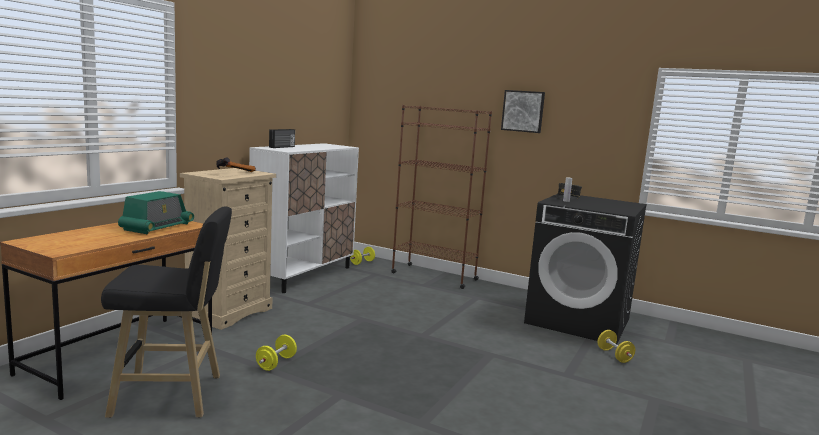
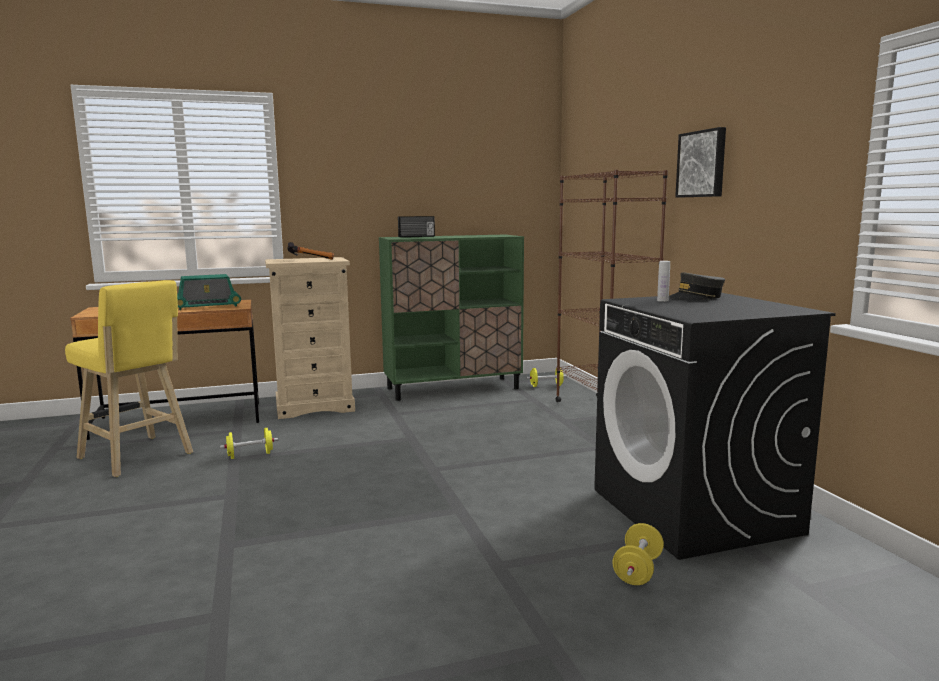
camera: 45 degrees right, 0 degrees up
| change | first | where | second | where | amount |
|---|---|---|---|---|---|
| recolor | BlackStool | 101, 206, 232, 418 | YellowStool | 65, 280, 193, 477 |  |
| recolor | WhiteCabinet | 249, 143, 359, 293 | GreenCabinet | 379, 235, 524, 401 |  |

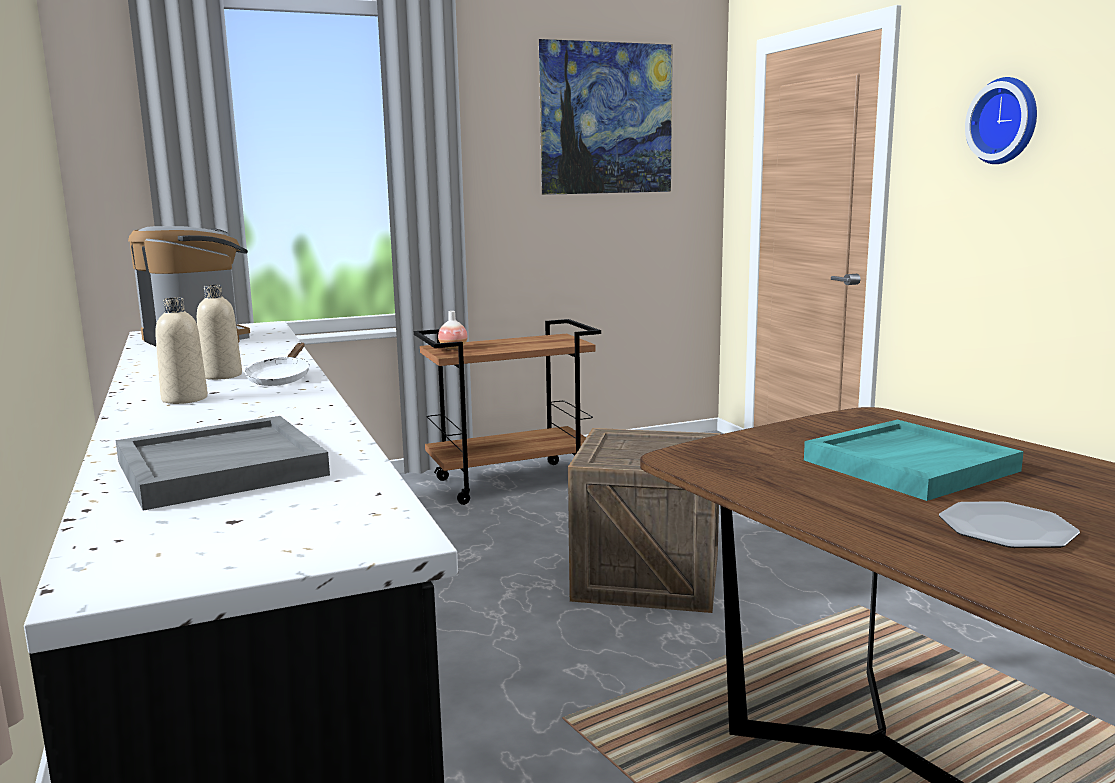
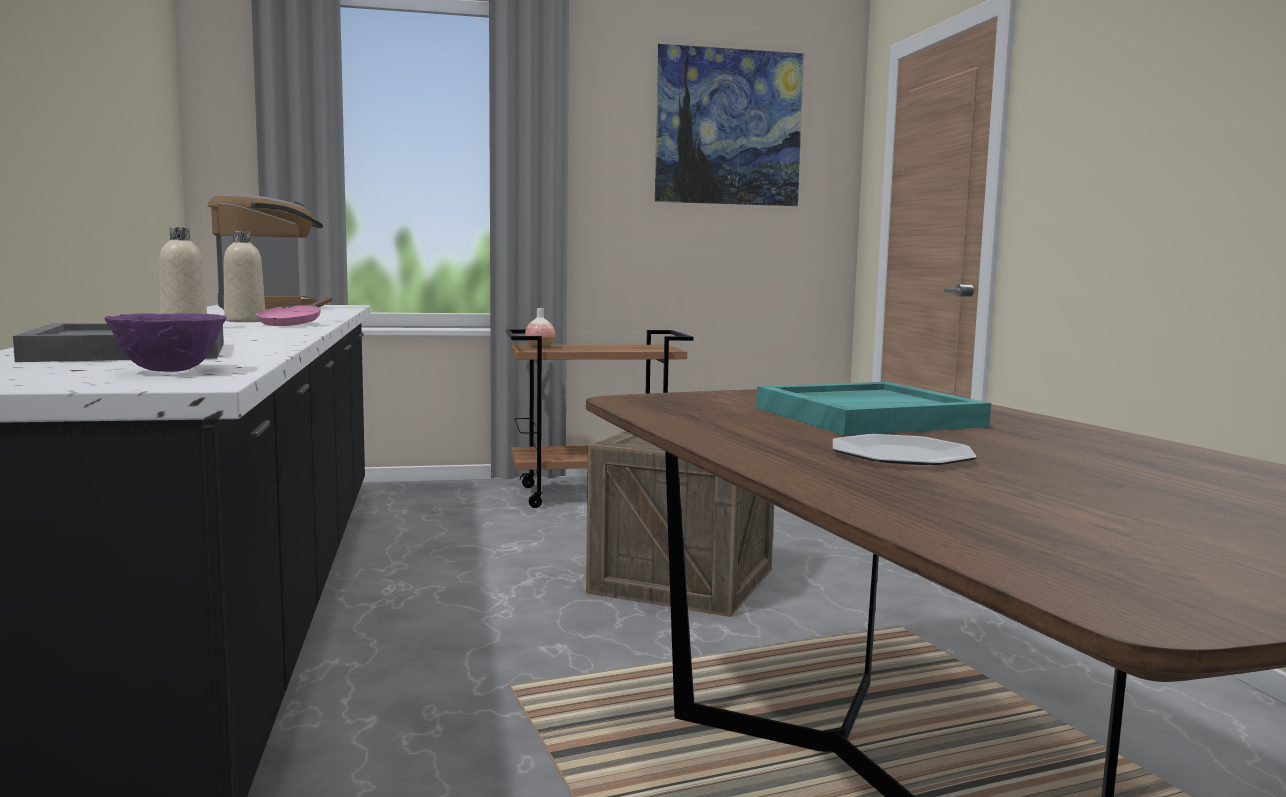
camera: 10 degrees right, 5 degrees down
| change | first | where | second | where | amount |
|---|---|---|---|---|---|
| insert |  |  | PurpleBowl | 104, 313, 227, 372 |  |
| recolor | WhiteFryingPan | 245, 343, 309, 386 | PinkFryingPan | 256, 297, 332, 326 |  |
| delete | WallClock | 965, 77, 1037, 164 |  |  |  |

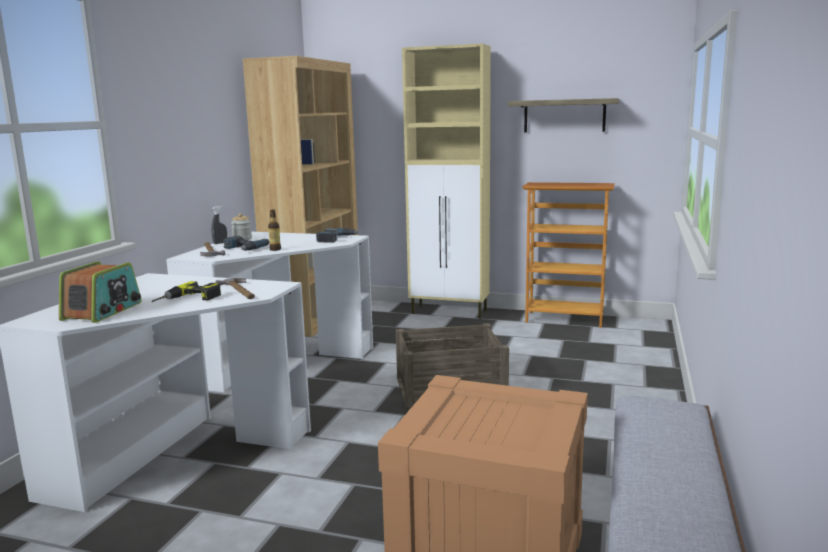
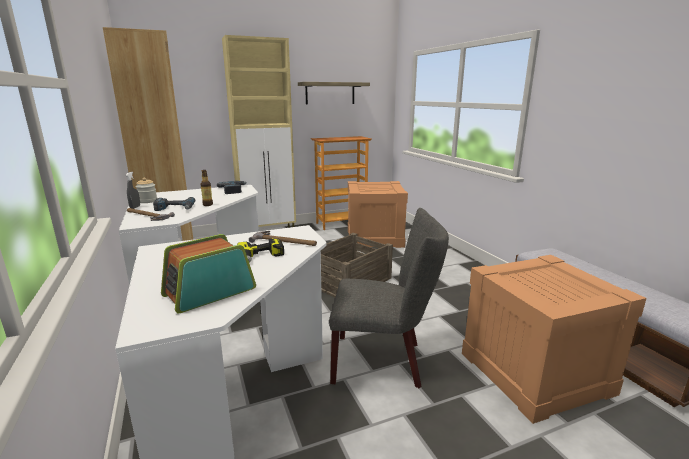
camera: 40 degrees left, 5 degrees up
| change | first | where | second | where | amount |
|---|---|---|---|---|---|
| rotate | Radio | 59, 261, 142, 323 |  | 161, 234, 256, 313 | 105 degrees counterclockwise |
| insert |  |  | GreyChair | 329, 208, 449, 388 |  |
| insert |  |  | Crate | 348, 181, 408, 248 |  |

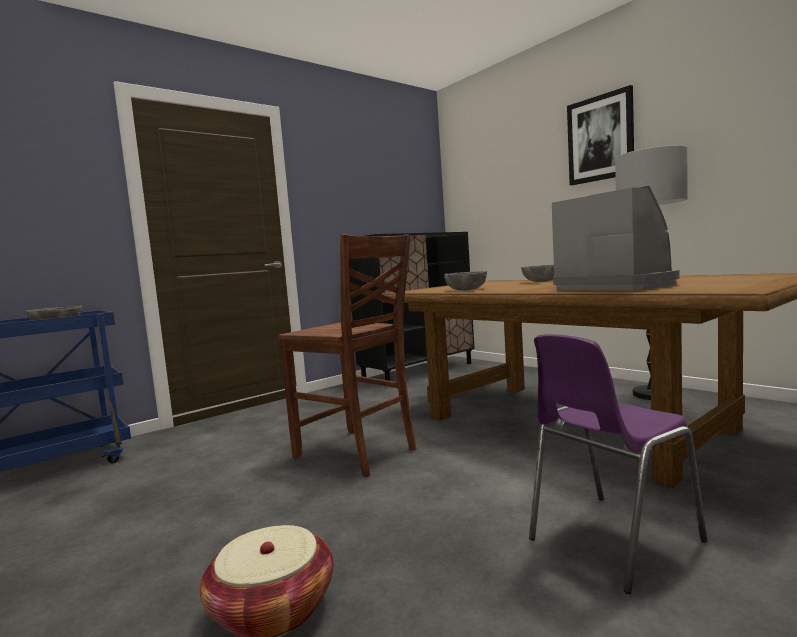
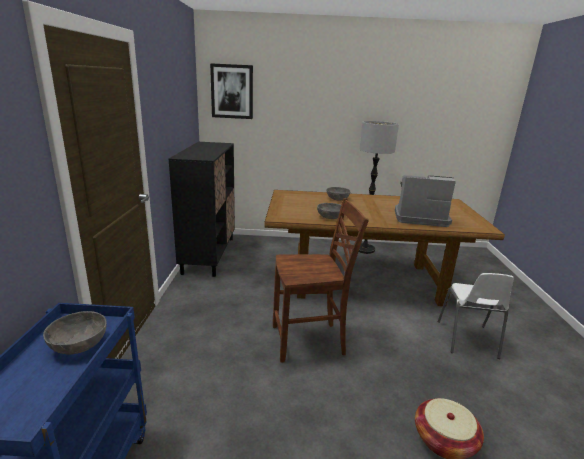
camera: 50 degrees left, 15 degrees up
| change | first | where | second | where | amount |
|---|---|---|---|---|---|
| move | Picture | 567, 85, 634, 185 |  | 210, 63, 253, 119 |  |
| recolor | PurpleChair | 529, 334, 708, 594 | WhiteChair | 438, 273, 514, 359 |  |

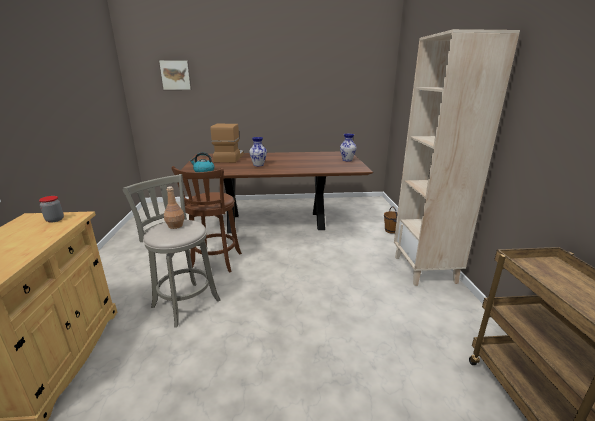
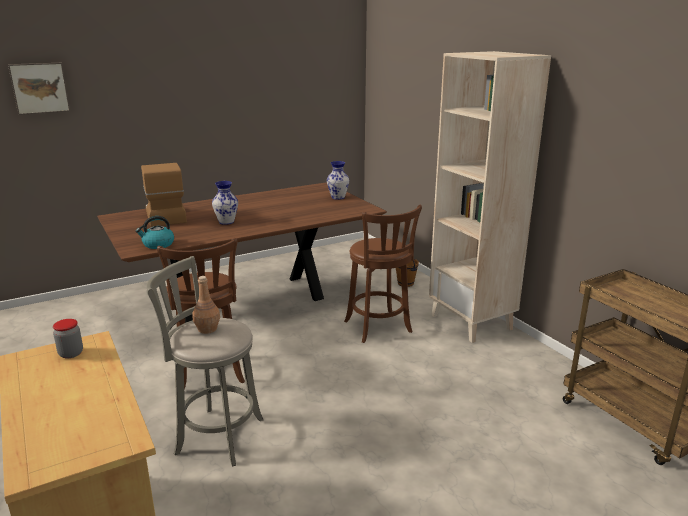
camera: 25 degrees left, 0 degrees up
| change | first | where | second | where | amount |
|---|---|---|---|---|---|
| insert |  |  | BrownStool | 344, 205, 422, 343 |  |

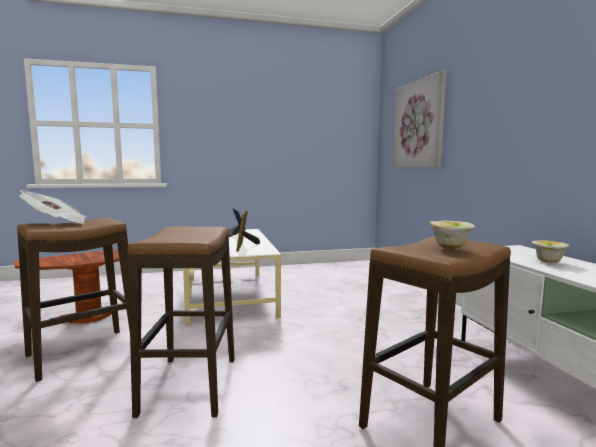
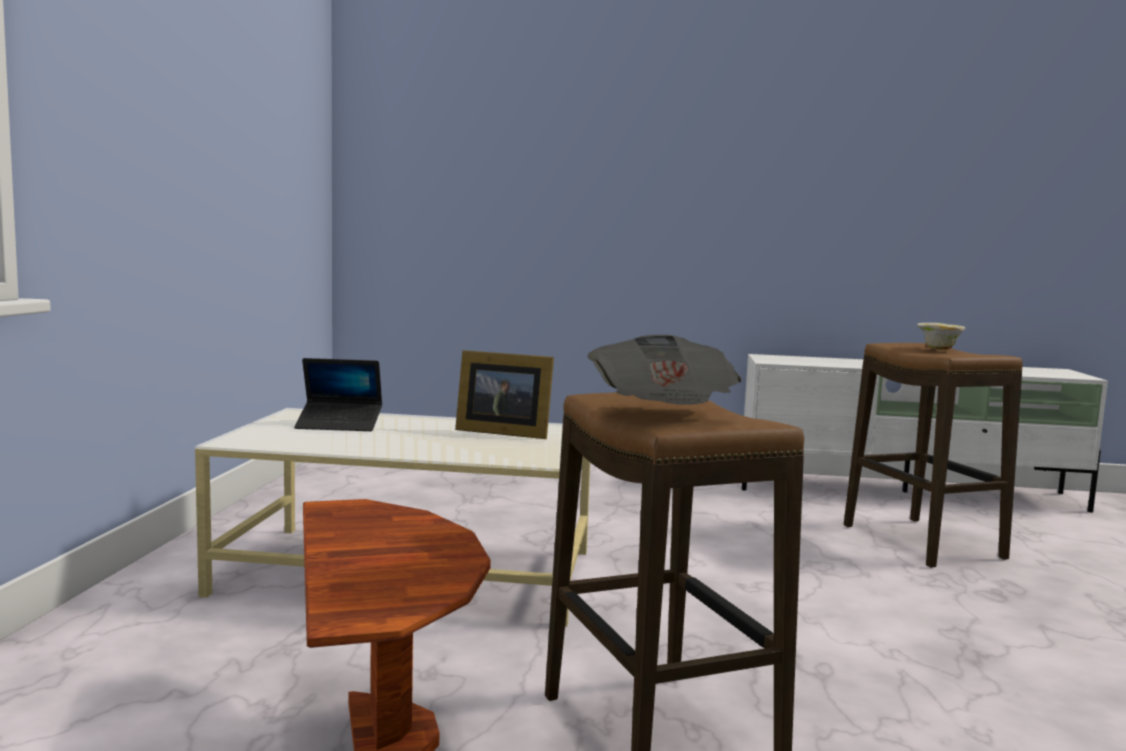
camera: 70 degrees left, 0 degrees up
| change | first | where | second | where | amount |
|---|---|---|---|---|---|
| delete | Stool | 127, 226, 235, 418 |  |  |  |
| delete | Picture | 393, 70, 447, 167 |  |  |  |
| delete | Bowl | 531, 240, 570, 263 |  |  |  |

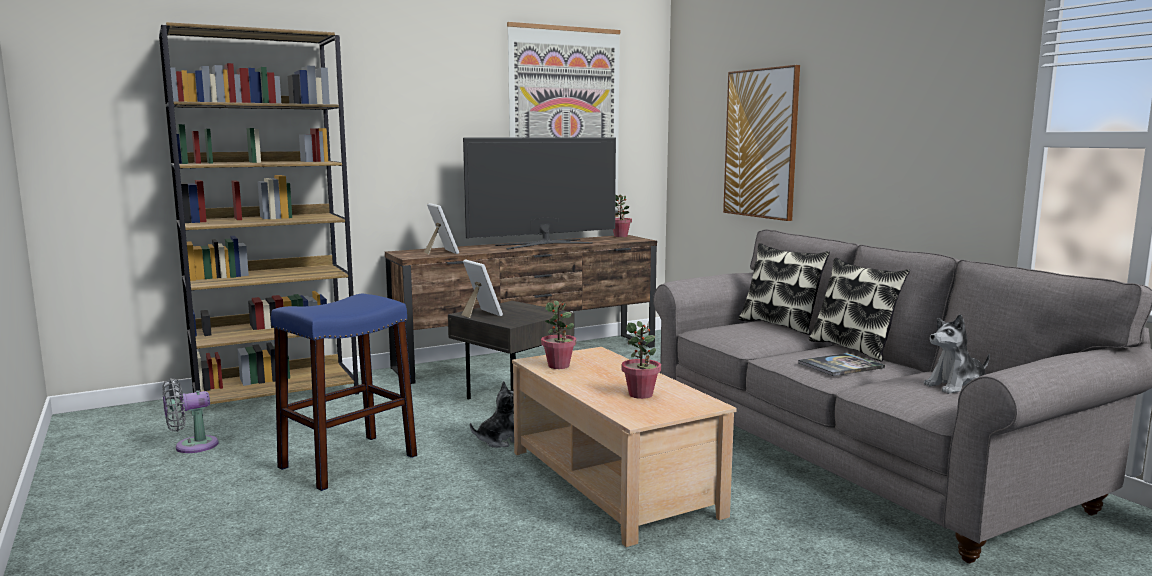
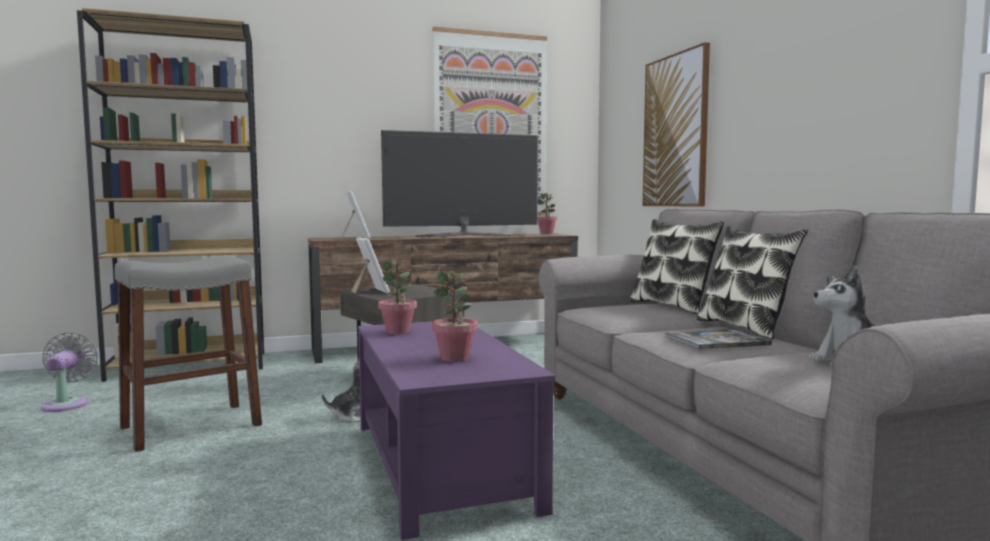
camera: 10 degrees right, 5 degrees down
| change | first | where | second | where | amount |
|---|---|---|---|---|---|
| rotate | GreyFan | 162, 379, 219, 453 |  | 41, 332, 98, 412 | 105 degrees clockwise |
| recolor | BlueStool | 271, 294, 417, 491 | GreyStool | 114, 256, 262, 452 |  |
| recolor | BeigeCoffeeTable | 512, 347, 737, 547 | PurpleCoffeeTable | 358, 322, 555, 540 |  |

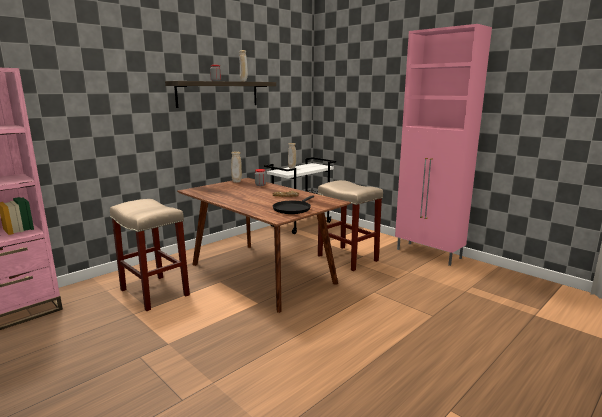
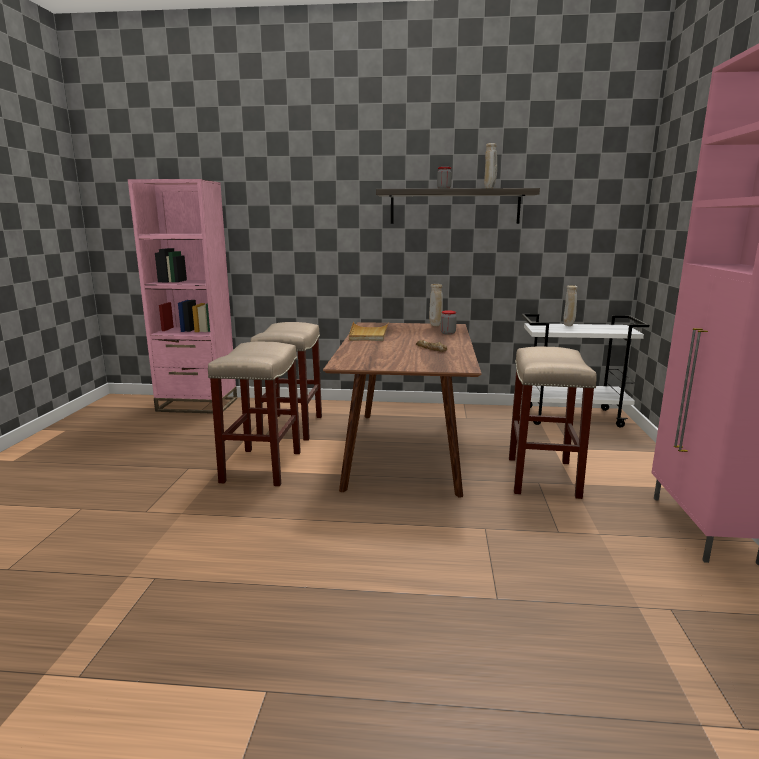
camera: 50 degrees right, 0 degrees up
| change | first | where | second | where | amount |
|---|---|---|---|---|---|
| insert |  |  | BeigeStool | 208, 341, 301, 486 |  |
| insert |  |  | BeigeTray | 349, 321, 389, 341 |  |
| delete | BlackFryingPan | 273, 195, 314, 214 |  |  |  |

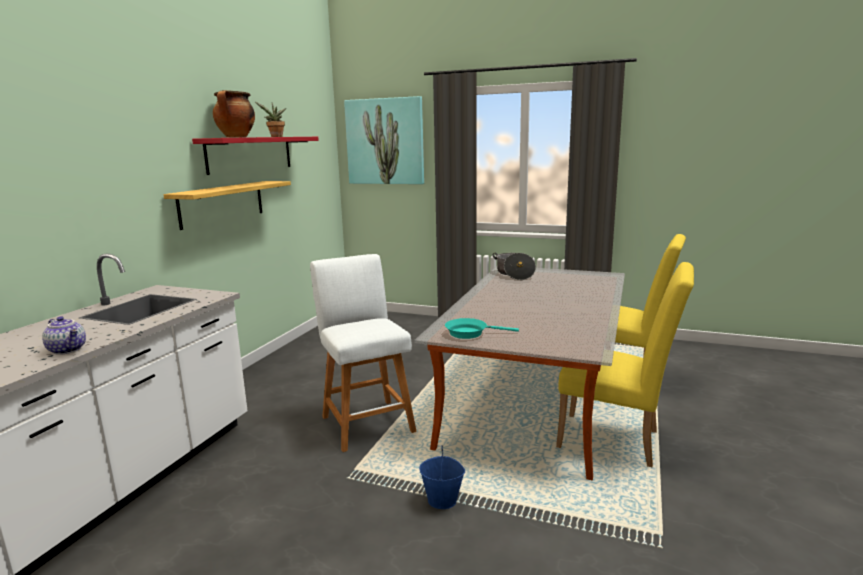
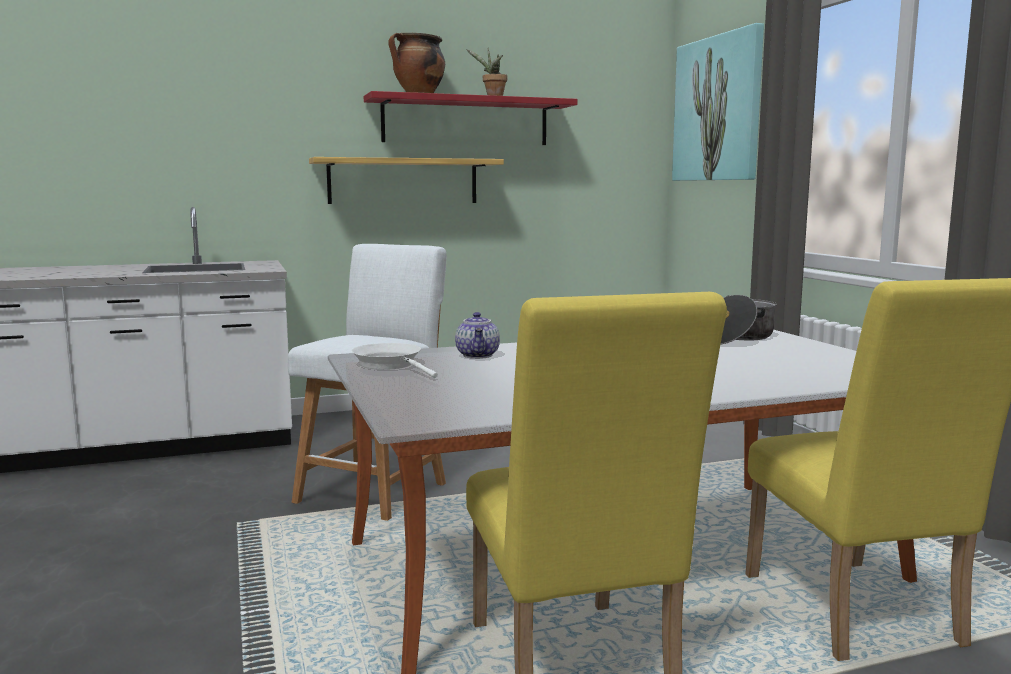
camera: 50 degrees right, 5 degrees down
| change | first | where | second | where | amount |
|---|---|---|---|---|---|
| recolor | TurquoiseFryingPan | 445, 318, 519, 339 | WhiteFryingPan | 351, 343, 438, 378 |  |
| move | Teapot | 42, 316, 86, 355 |  | 455, 312, 500, 359 |  |
| delete | BlueBucket | 419, 445, 465, 509 |  |  |  |

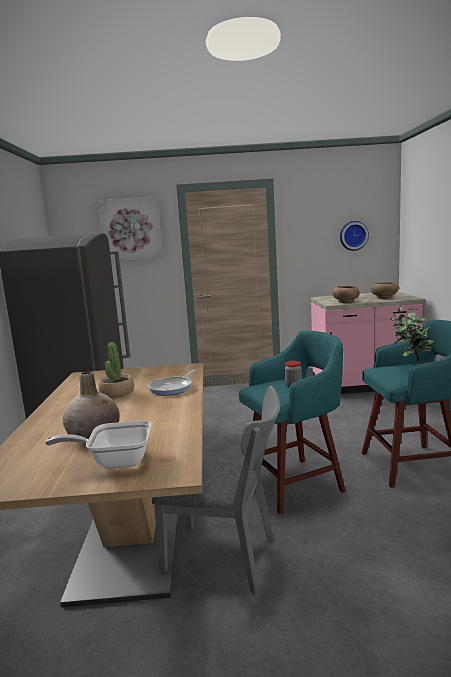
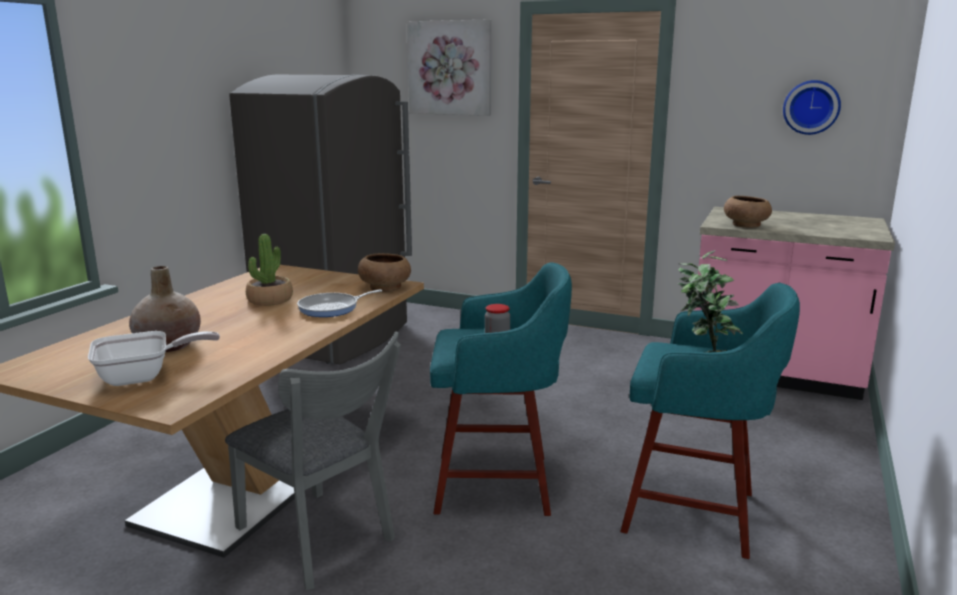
camera: 25 degrees right, 5 degrees up
| change | first | where | second | where | amount |
|---|---|---|---|---|---|
| rotate | FryingPan | 45, 420, 151, 469 |  | 88, 331, 220, 386 | 135 degrees clockwise |
| move | BrownBowl | 371, 282, 398, 299 |  | 358, 253, 411, 292 |  |

